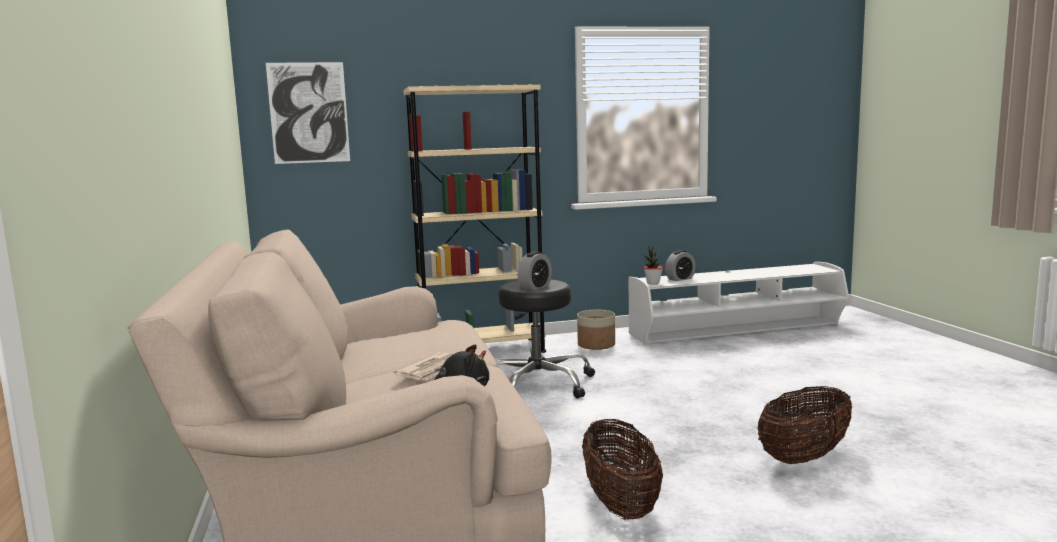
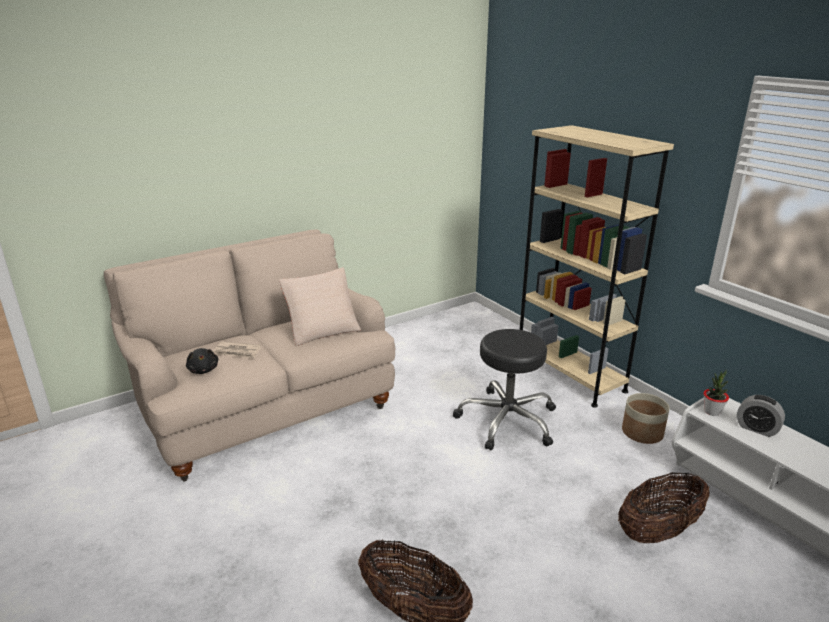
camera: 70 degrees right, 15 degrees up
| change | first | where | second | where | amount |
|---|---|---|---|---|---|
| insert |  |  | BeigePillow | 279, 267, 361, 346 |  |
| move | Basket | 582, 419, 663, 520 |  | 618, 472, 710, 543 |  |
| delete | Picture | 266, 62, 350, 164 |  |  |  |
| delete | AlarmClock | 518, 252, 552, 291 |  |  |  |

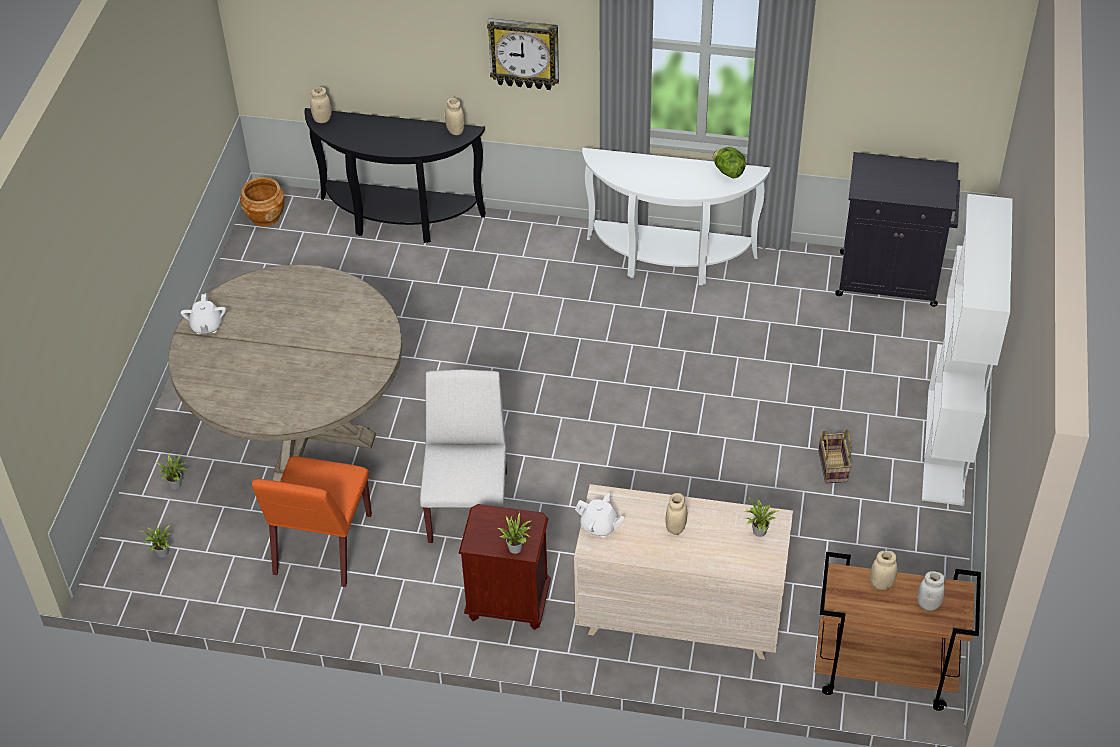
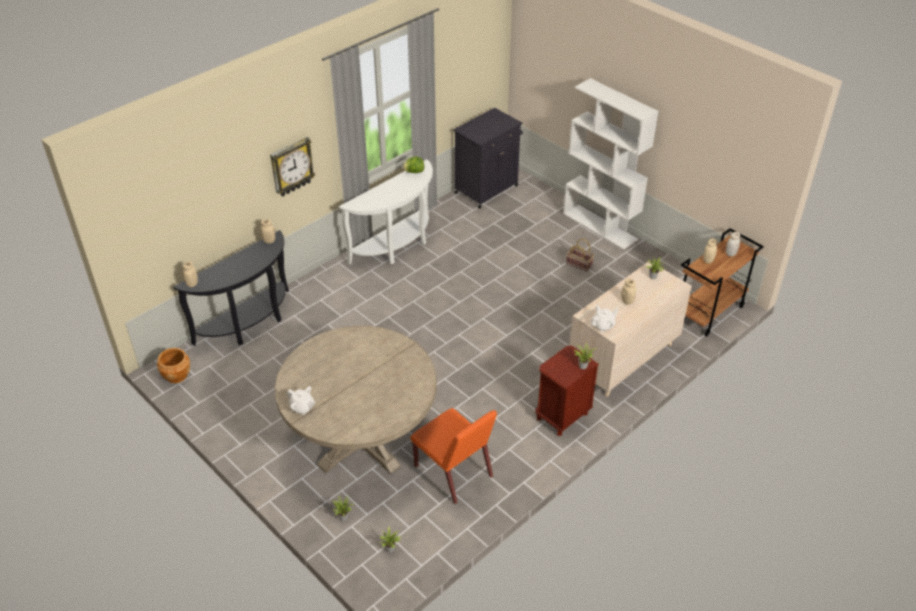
camera: 55 degrees left, 5 degrees down
| change | first | where | second | where | amount |
|---|---|---|---|---|---|
| delete | WhiteChair | 420, 369, 507, 543 |  |  |  |

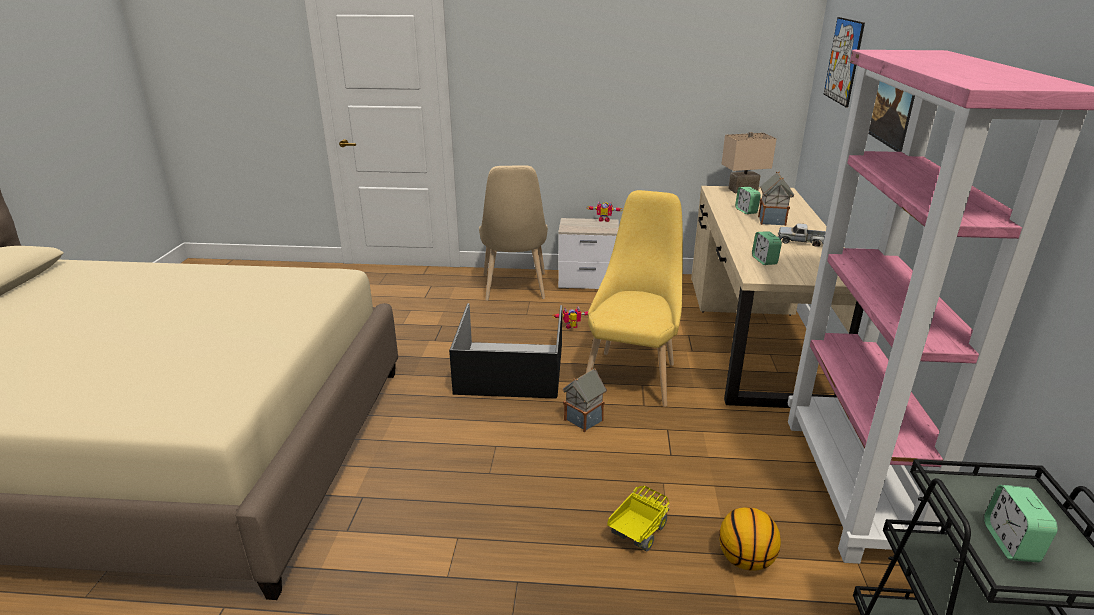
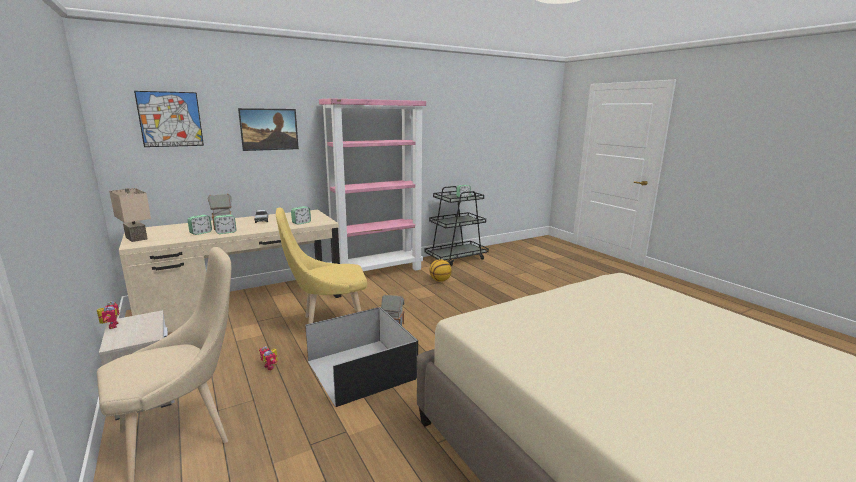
camera: 125 degrees left, 10 degrees down
| change | first | where | second | where | amount |
|---|---|---|---|---|---|
| insert |  |  | AlarmClock | 214, 214, 236, 234 |  |
| delete | ToyTruck | 607, 486, 670, 552 |  |  |  |

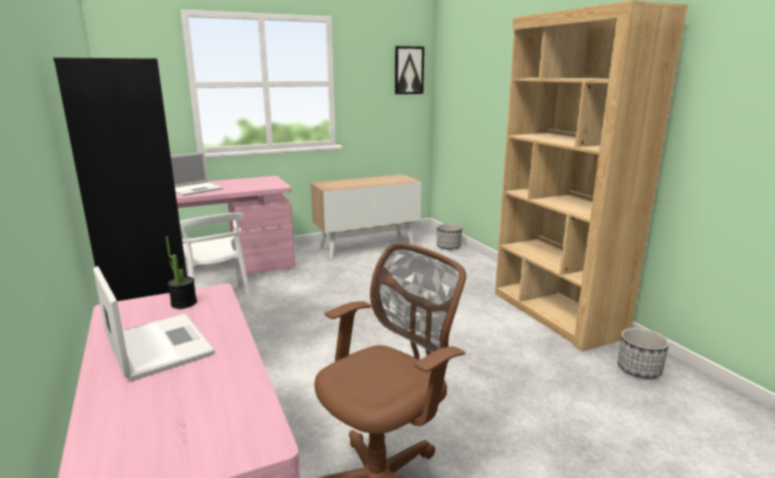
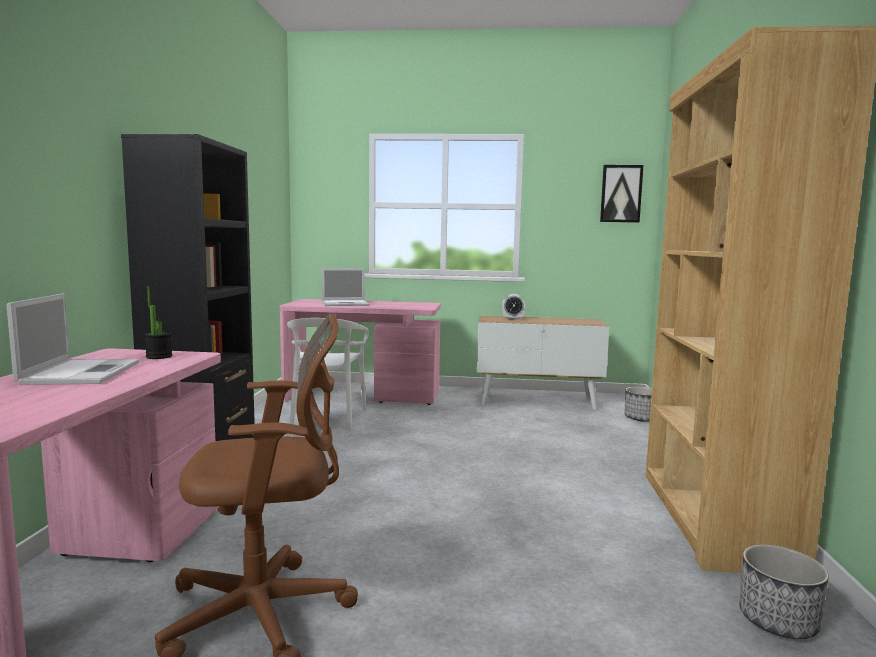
camera: 30 degrees right, 10 degrees down
| change | first | where | second | where | amount |
|---|---|---|---|---|---|
| insert |  |  | AlarmClock | 502, 294, 525, 320 |  |

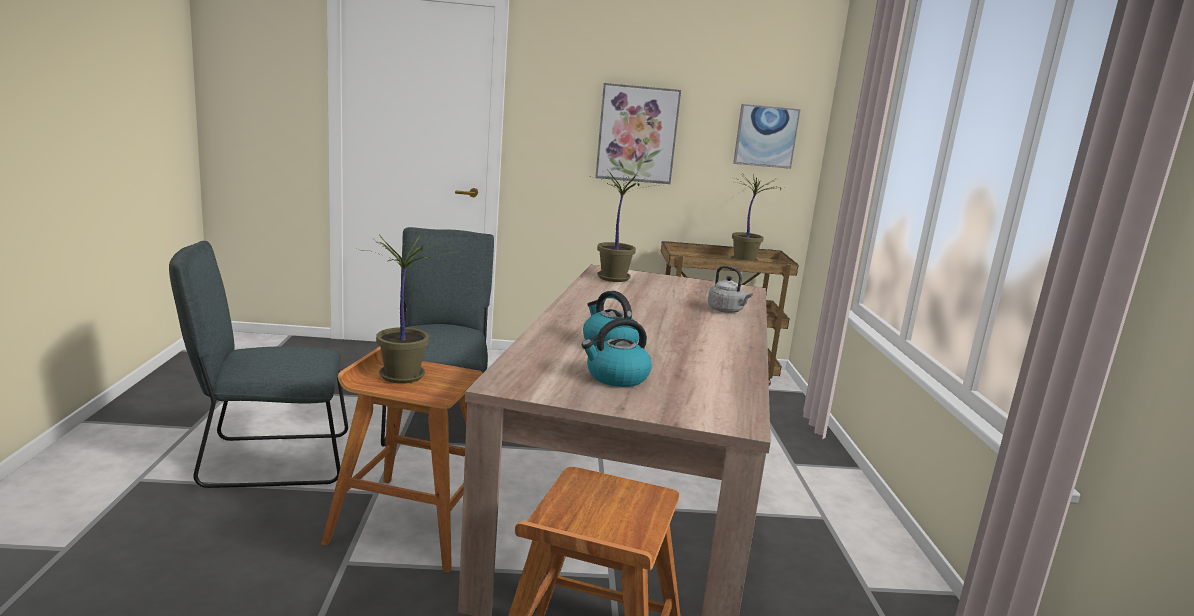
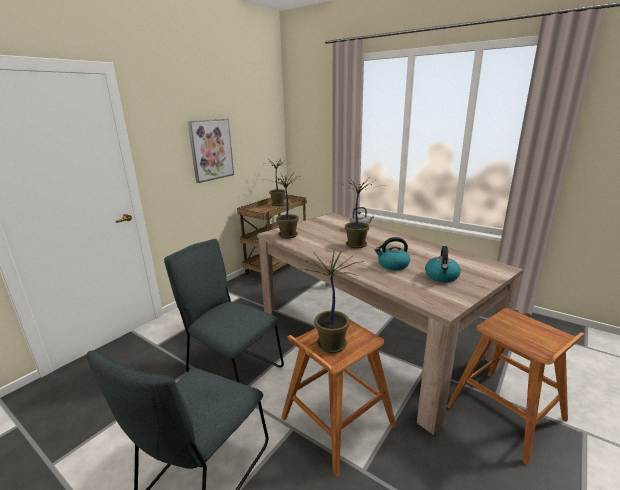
camera: 50 degrees left, 5 degrees up
| change | first | where | second | where | amount |
|---|---|---|---|---|---|
| insert |  |  | PottedPlant | 336, 178, 378, 249 |  |
| delete | Picture | 733, 104, 800, 169 |  |  |  |

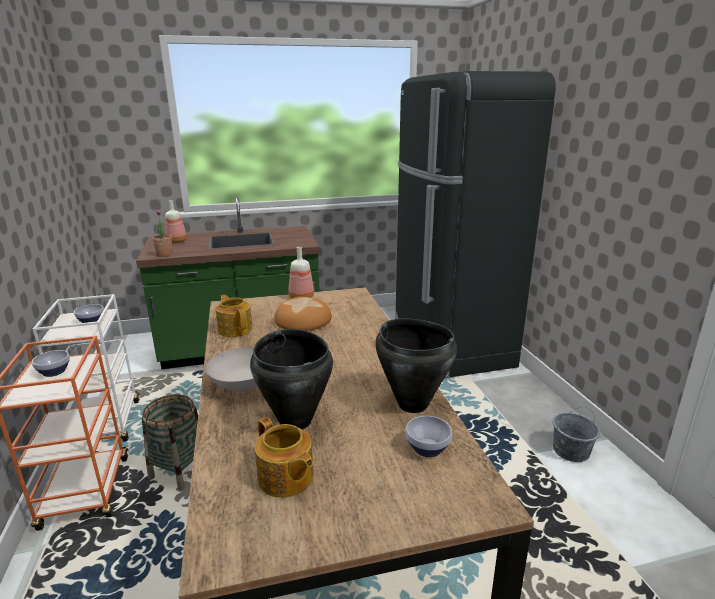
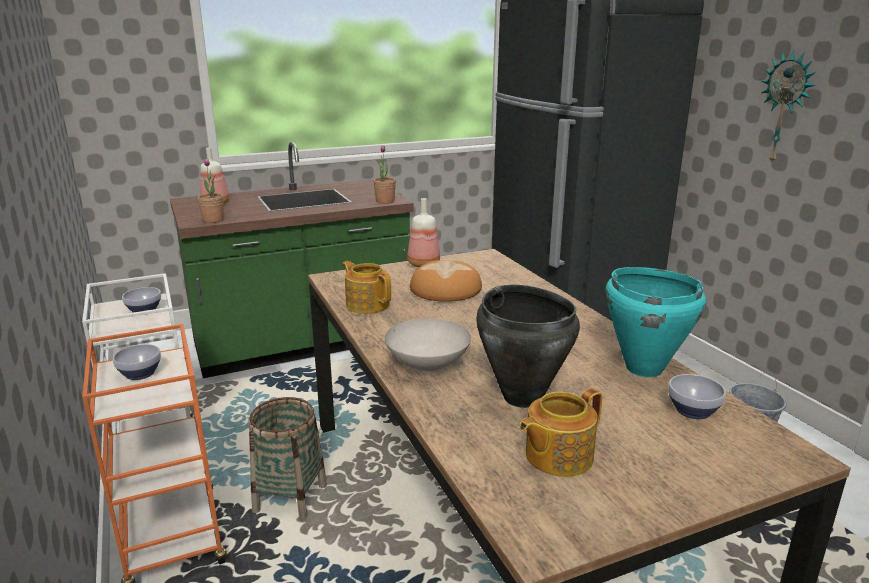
camera: 10 degrees left, 0 degrees up
| change | first | where | second | where | amount |
|---|---|---|---|---|---|
| insert |  |  | PottedPlant | 373, 146, 396, 204 |  |
| rotate | Teapot | 255, 417, 314, 498 |  | 519, 388, 602, 477 | 105 degrees clockwise |
| recolor | BlackCookingPot | 375, 318, 457, 413 | TurquoiseCookingPot | 605, 267, 706, 377 |  |
| insert |  |  | WallClock | 761, 50, 816, 165 |  |

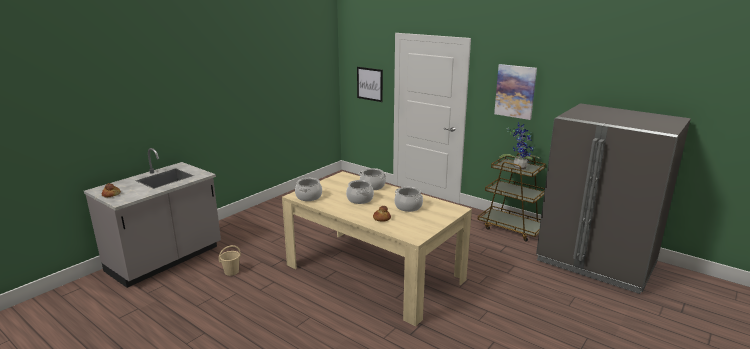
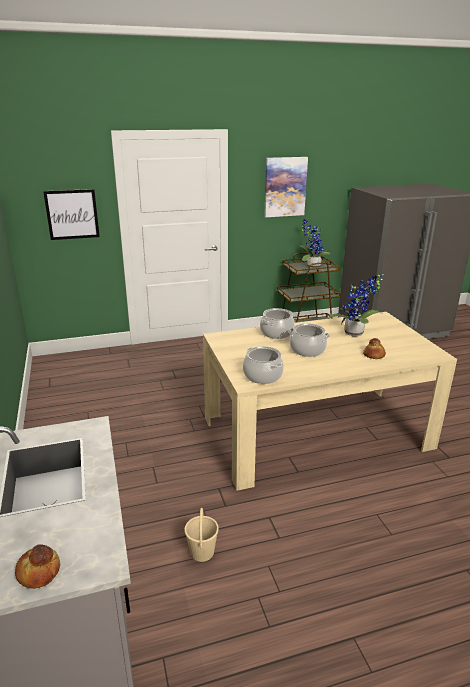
camera: 55 degrees left, 5 degrees up
| change | first | where | second | where | amount |
|---|---|---|---|---|---|
| replace | CookingPot | 394, 187, 423, 212 | PottedPlant | 329, 274, 384, 336 |  |

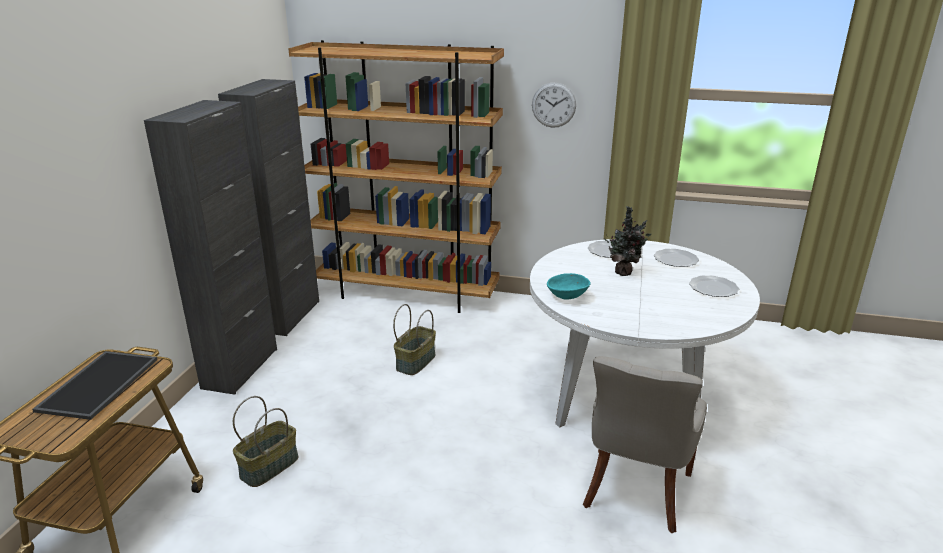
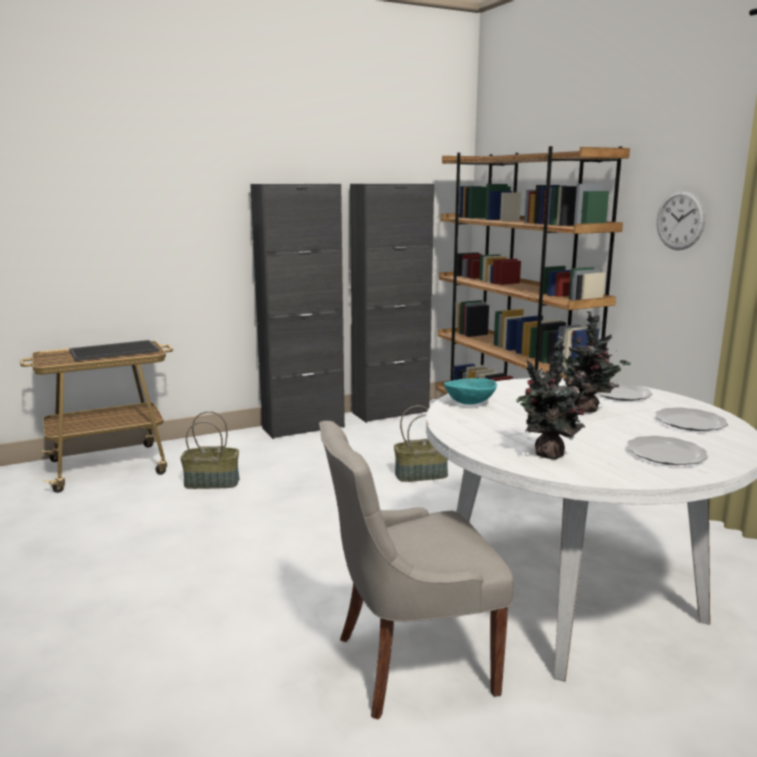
camera: 50 degrees right, 10 degrees down
| change | first | where | second | where | amount |
|---|---|---|---|---|---|
| insert |  |  | PottedPlant | 516, 336, 589, 459 |  |

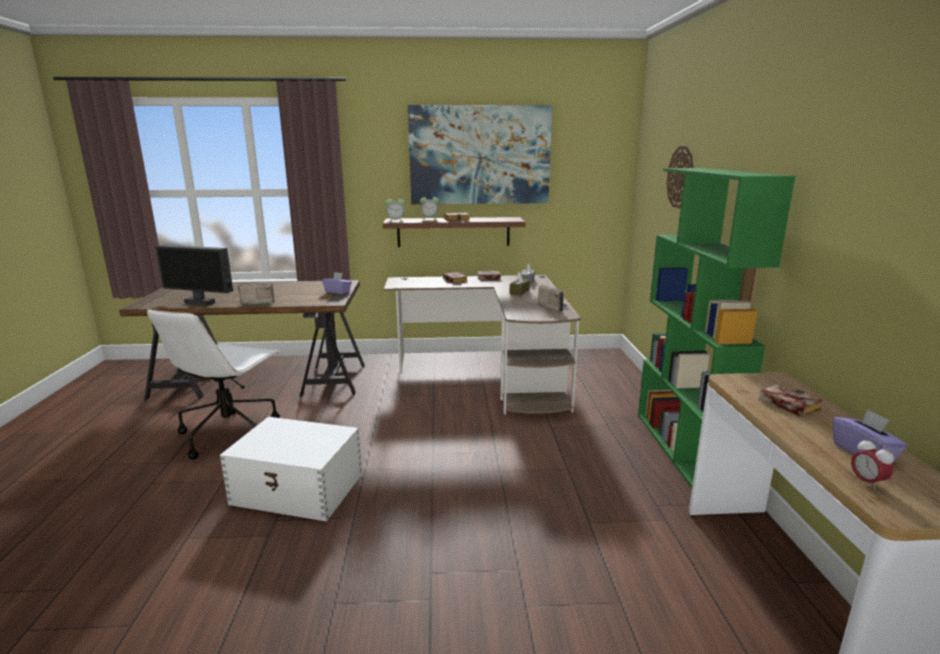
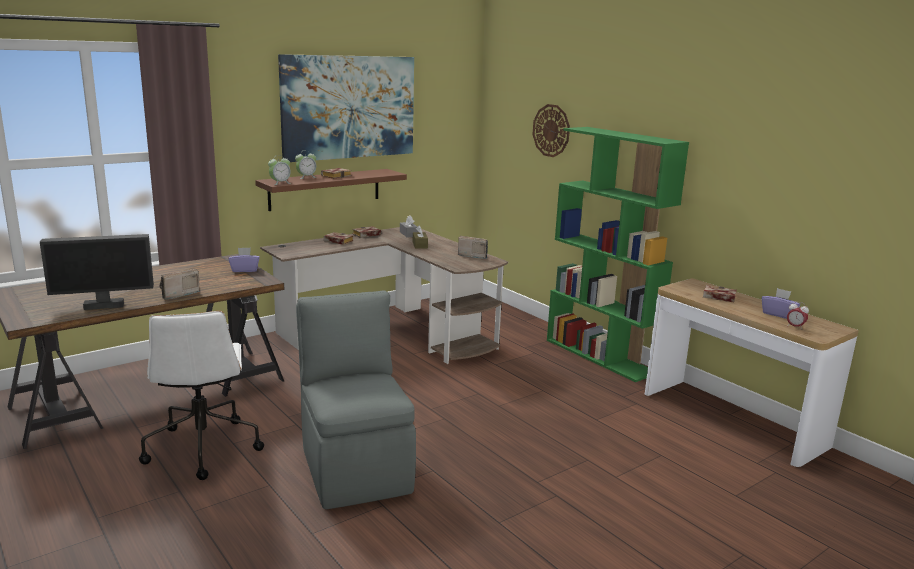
camera: 35 degrees left, 0 degrees up
| change | first | where | second | where | amount |
|---|---|---|---|---|---|
| replace | WhiteStorageBox | 220, 417, 362, 522 | GreyChair | 296, 290, 416, 509 |  |

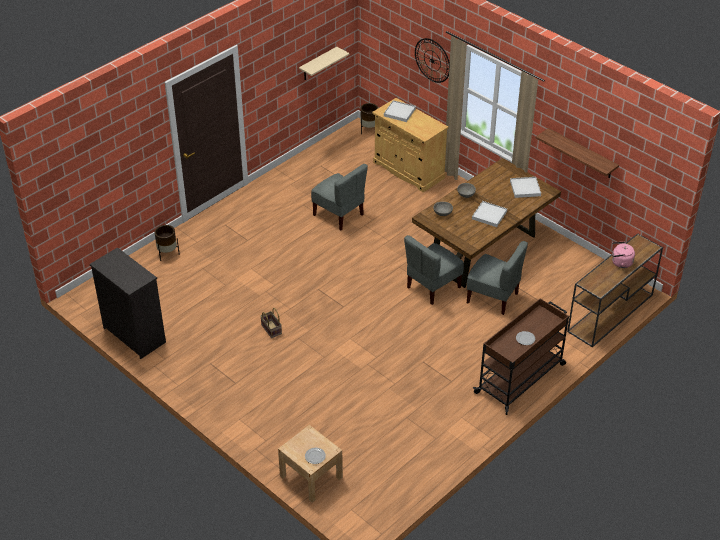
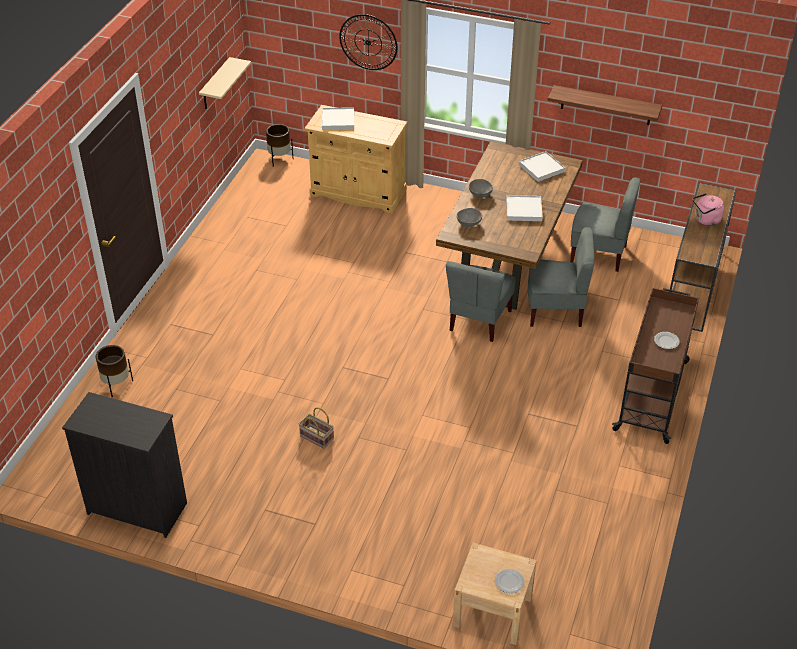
camera: 25 degrees left, 0 degrees up
| change | first | where | second | where | amount |
|---|---|---|---|---|---|
| move | GreyChair | 311, 164, 368, 230 |  | 570, 177, 641, 272 |  |

